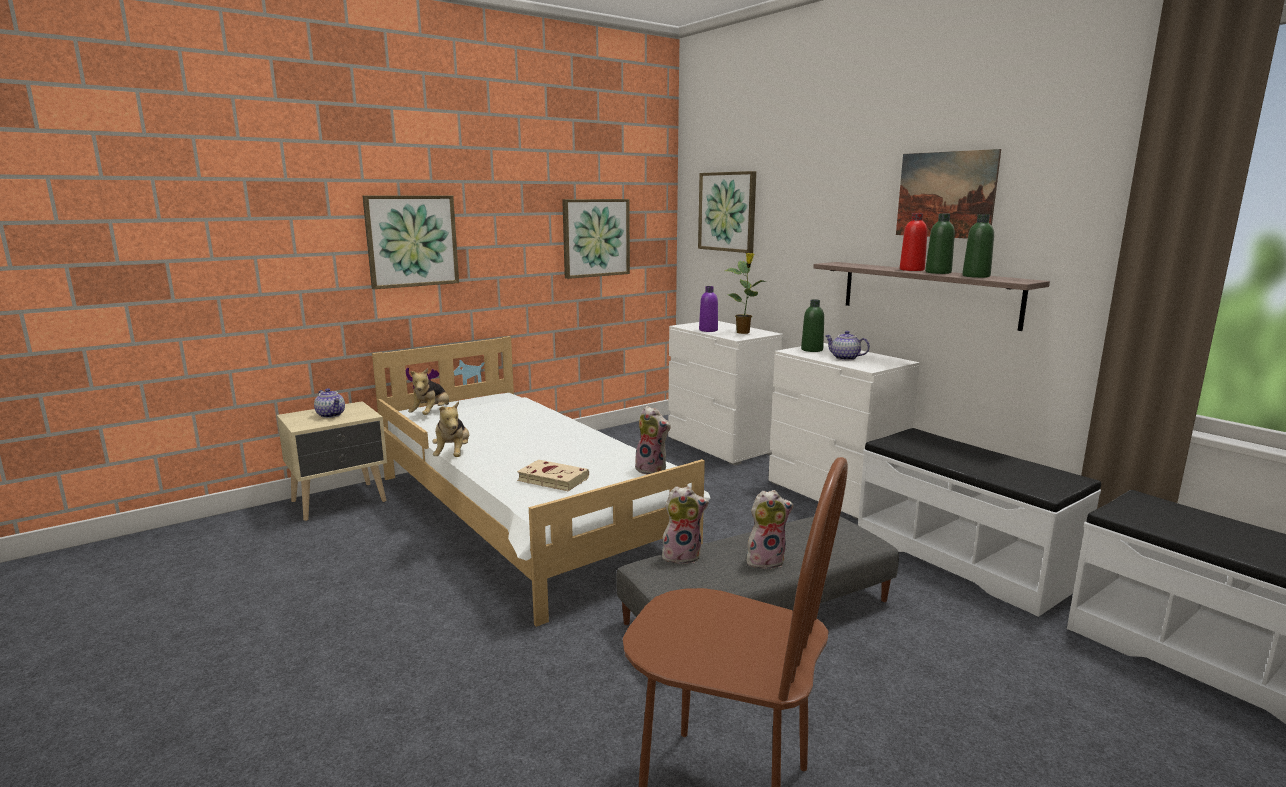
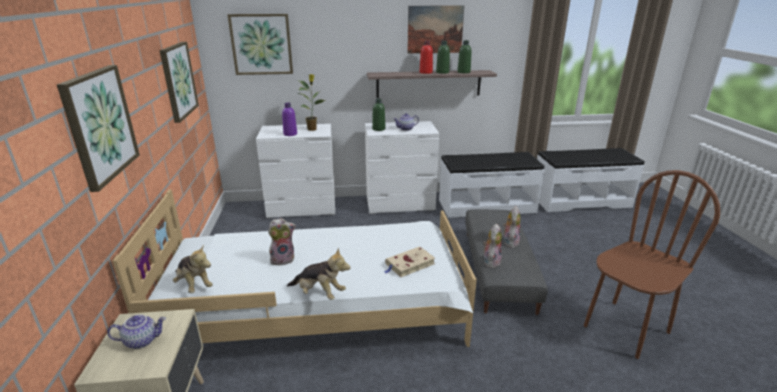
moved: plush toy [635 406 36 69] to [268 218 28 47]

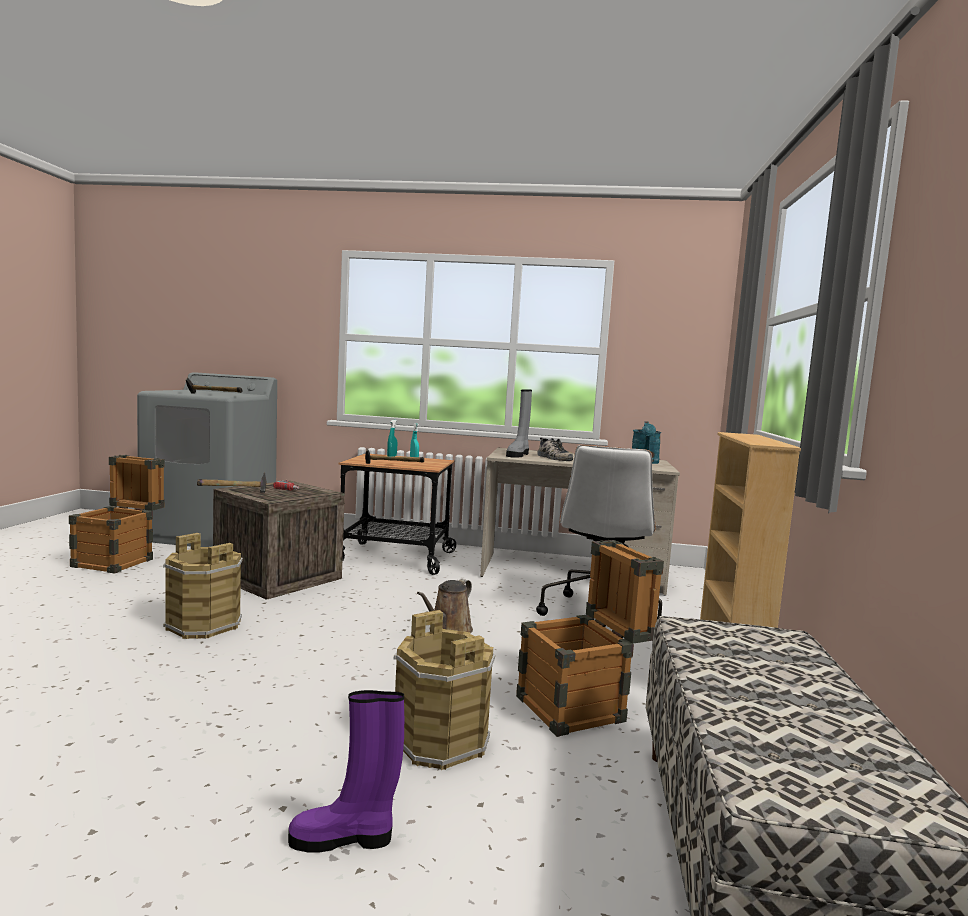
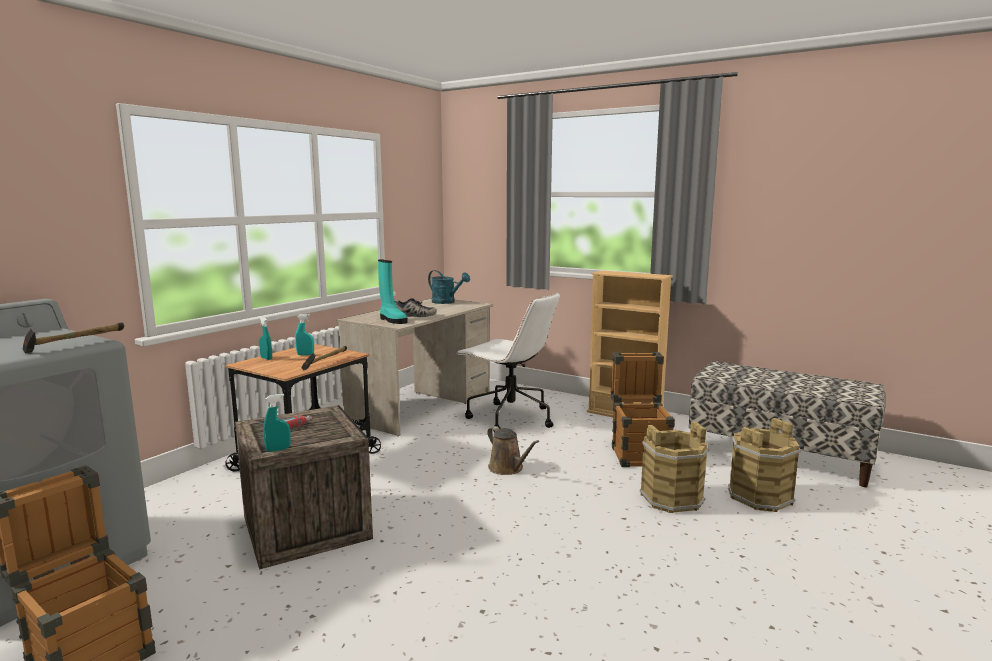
removed: purple boot [288 690 116 163]
moved: brown bucket [163 533 80 106] to [728 418 73 94]
replaced: hammer [197 472 70 21] to turquoise spray bottle [263 394 27 58]
recoloured: grey boot [506 389 26 69] to turquoise boot [378 259 30 65]

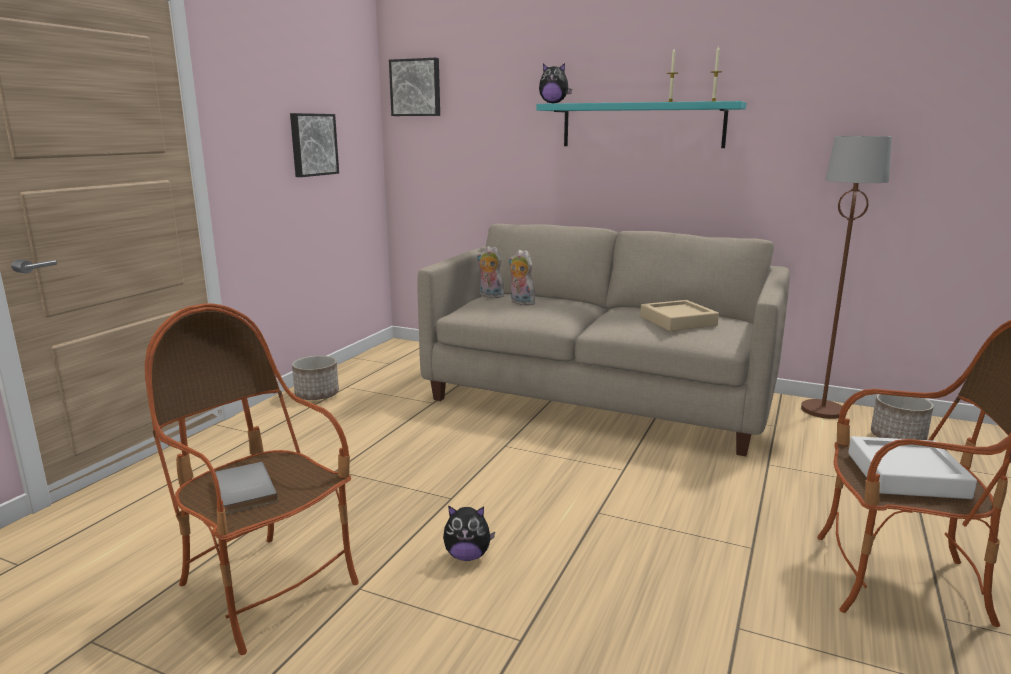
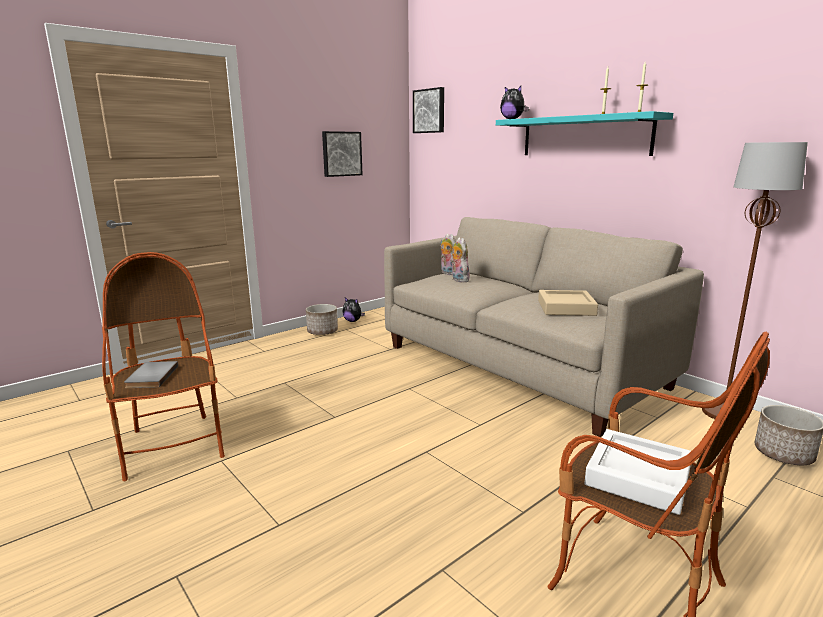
moved: plush toy [443 506 52 55] to [343 297 22 25]

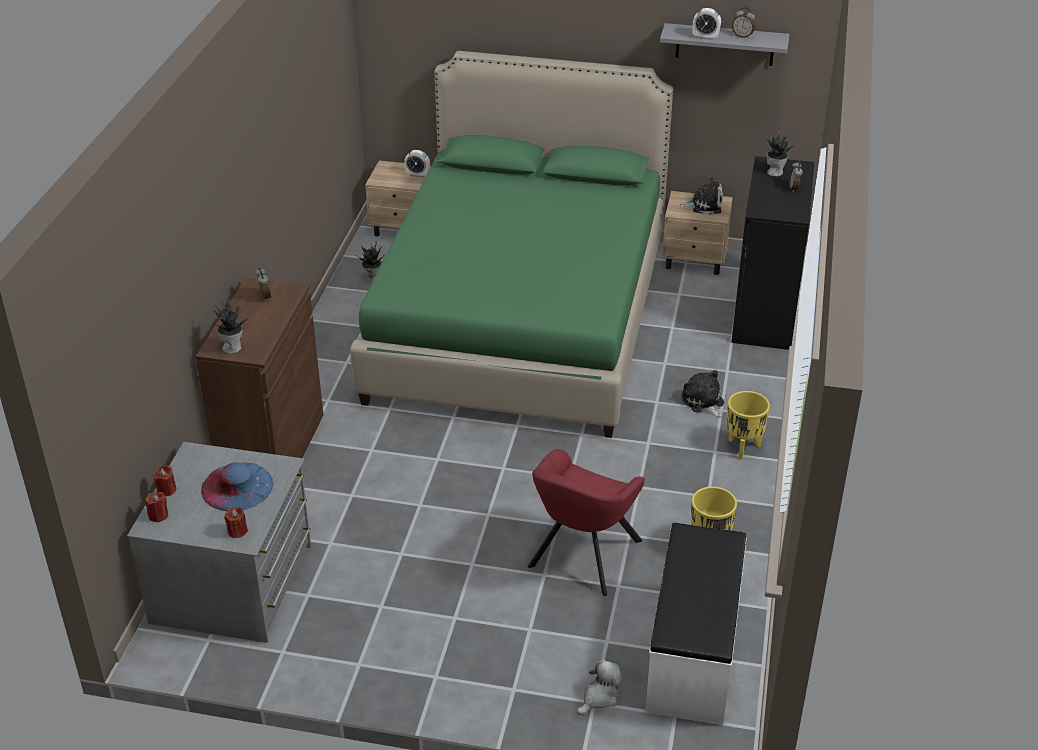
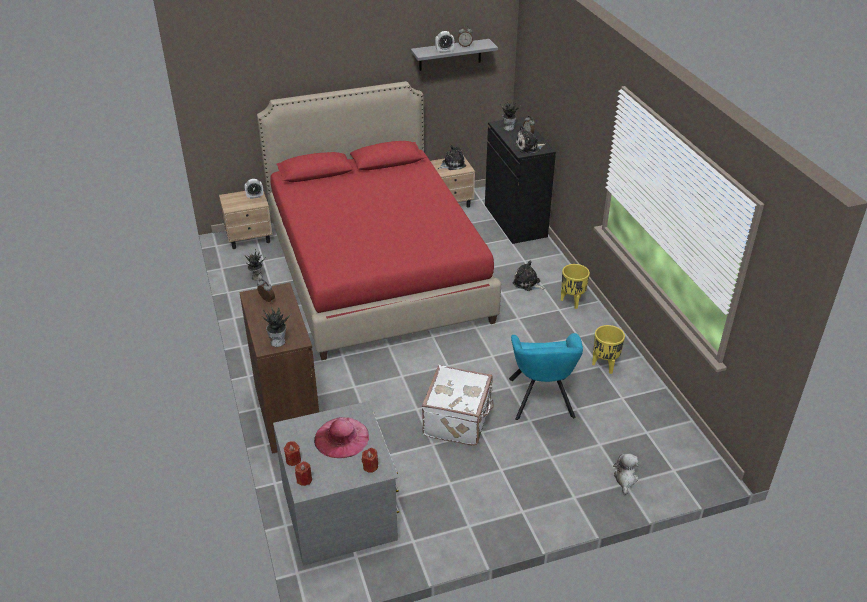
removed: white bench [645 523 102 202]
added: white suitcase [422 365 72 81]; plush toy [515 125 31 29]
recoloured: blue hat [201 462 72 49] to pink hat [314 417 55 41]; green bed [350 51 323 387] to red bed [257 81 244 279]; red armchair [528 449 117 147] to turquoise armchair [509 333 74 87]

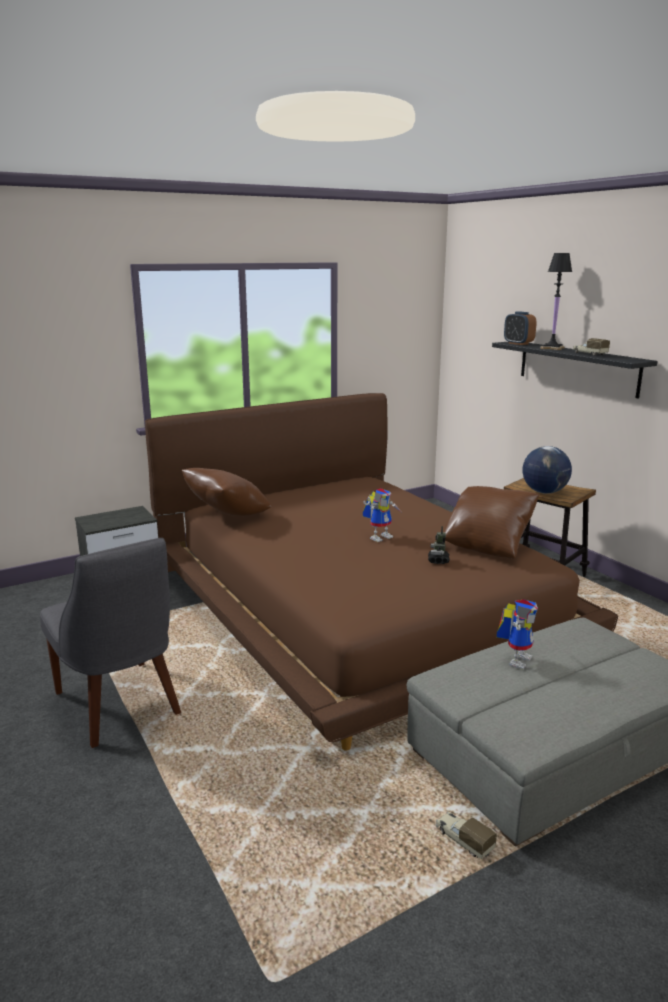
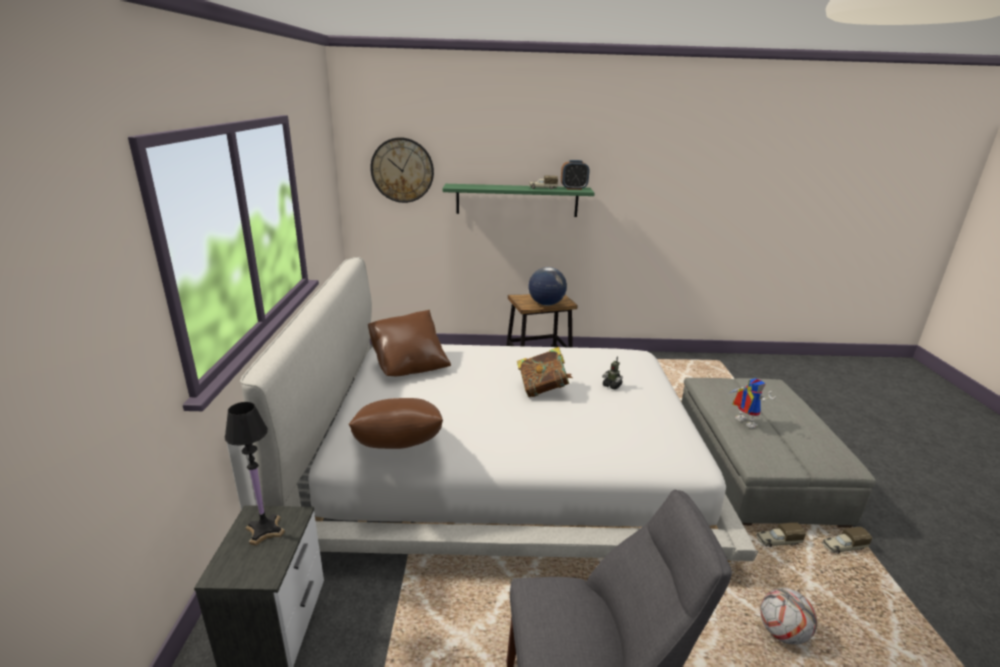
added: wall clock [370 137 64 66]; toy truck [756 522 50 25]; football [760 588 57 57]
moved: brown pillow [443 486 97 73] to [368 310 83 66]; alarm clock [504 311 33 34] to [561 160 28 30]; black table lamp [540 253 32 97] to [225 402 60 144]
replaced: toy robot [363 488 38 54] to book [517 347 56 50]
recoloured: brown bed [145 393 473 357] to white bed [240 257 518 305]; black shelf [492 342 166 57] to green shelf [443 184 152 33]

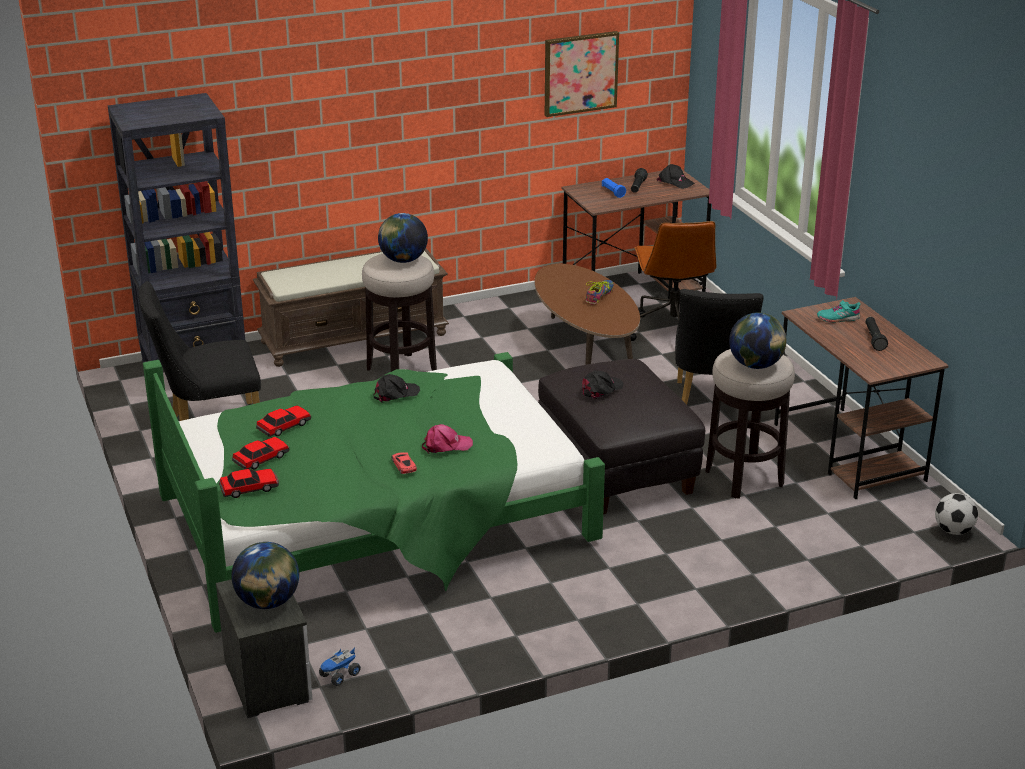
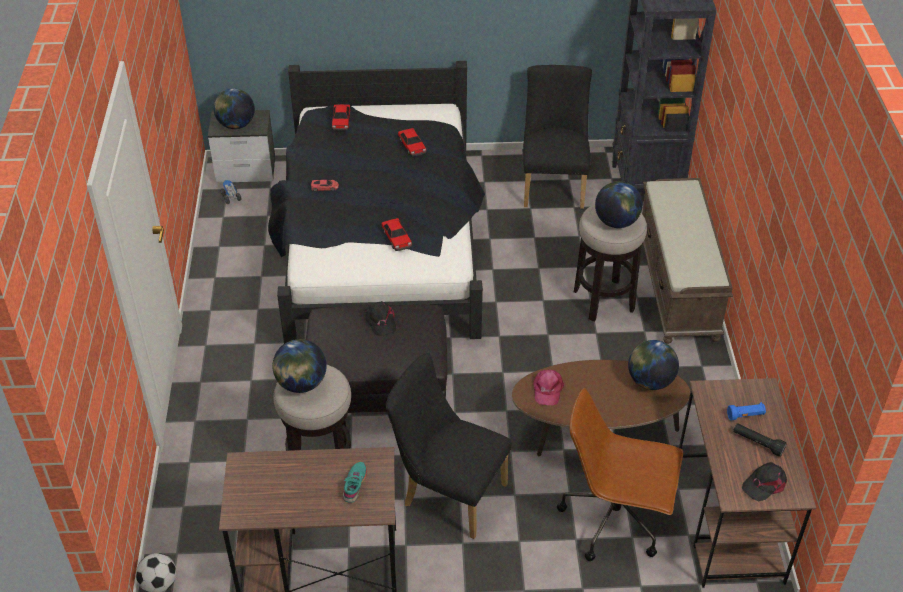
removed: black cap [374 374 46 29]; picture [545 31 74 86]; shoe [586 280 28 25]; black flashlight [865 317 23 34]
added: globe [628 340 51 50]
moved: toy car [232 437 57 32] to [381 218 31 33]; pink cap [422 424 51 30] to [533 370 31 35]
recoloured: green bed [143 352 462 281] to black bed [268 61 217 283]

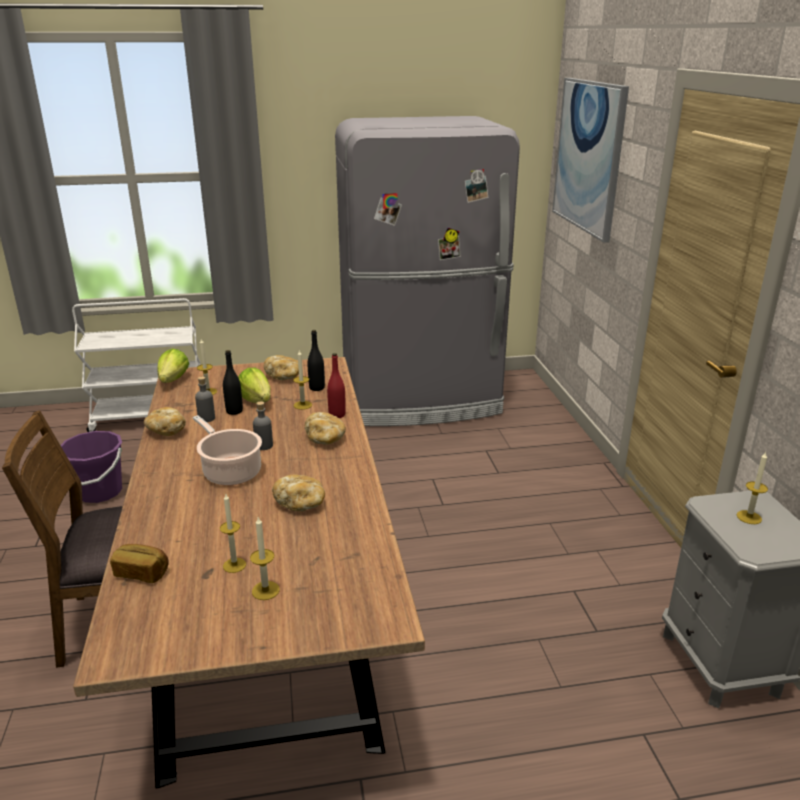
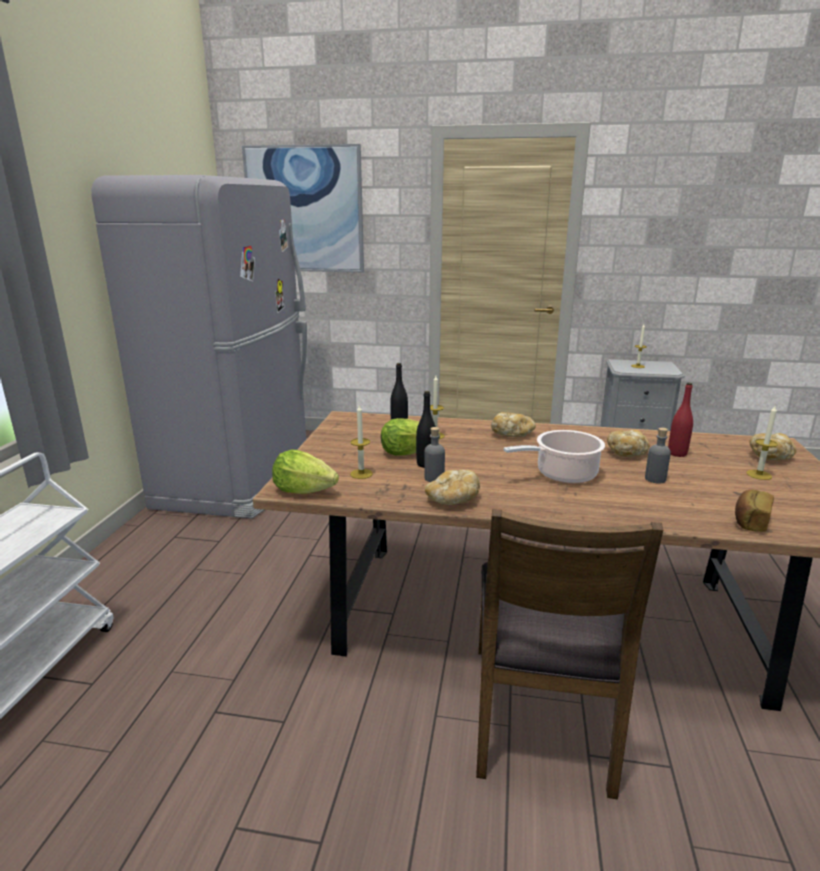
removed: purple bucket [60 431 62 72]; candle [220 494 26 79]
moved: grey bottle [253 402 20 48] to [645 428 26 56]; bread [264 355 35 25] to [749 433 48 27]; red bottle [327 353 19 65] to [668 383 25 74]

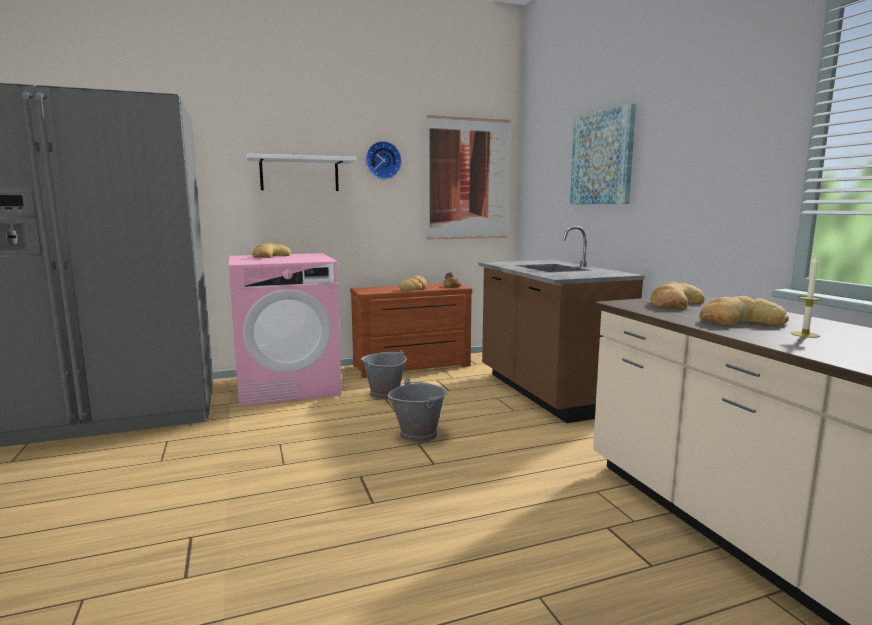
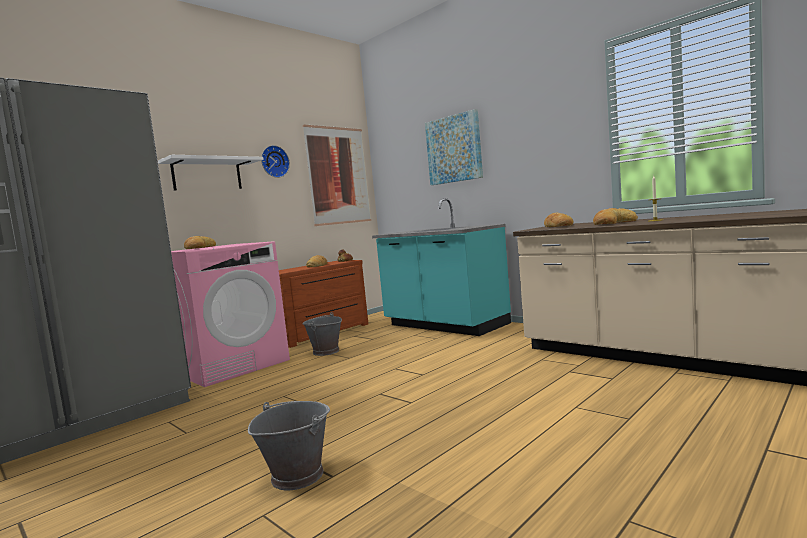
moved: grey bucket [388 379 59 64] to [248 401 82 89]
recoloured: brown counter [479 226 166 197] to turquoise counter [372 198 139 138]

